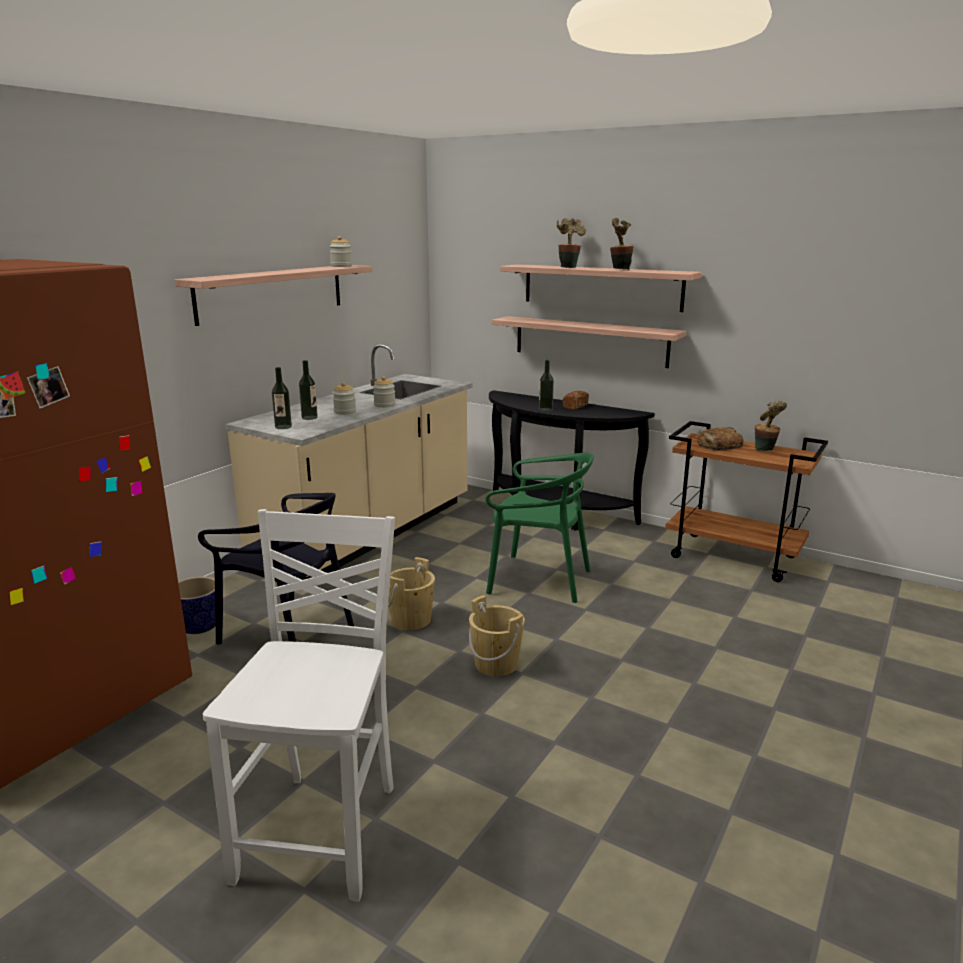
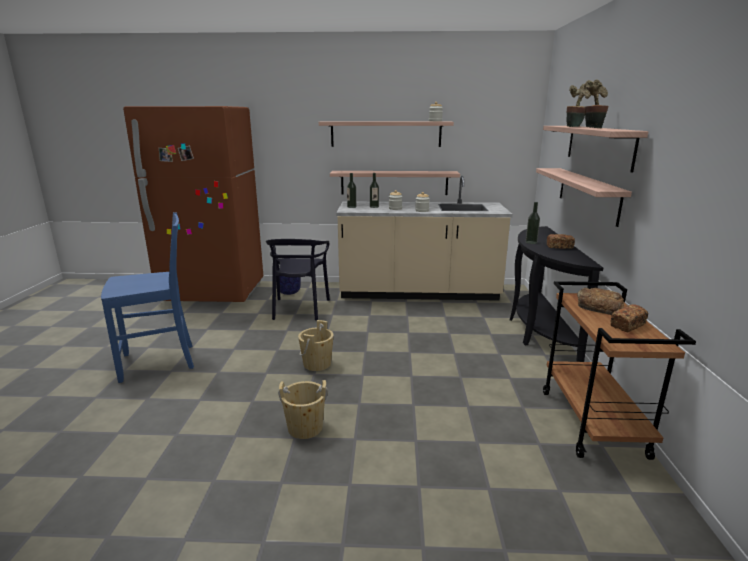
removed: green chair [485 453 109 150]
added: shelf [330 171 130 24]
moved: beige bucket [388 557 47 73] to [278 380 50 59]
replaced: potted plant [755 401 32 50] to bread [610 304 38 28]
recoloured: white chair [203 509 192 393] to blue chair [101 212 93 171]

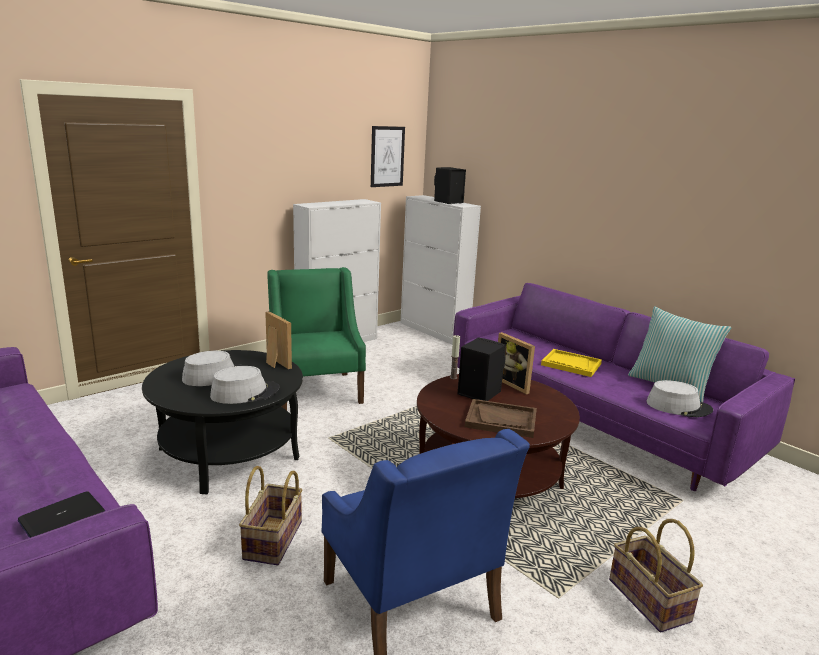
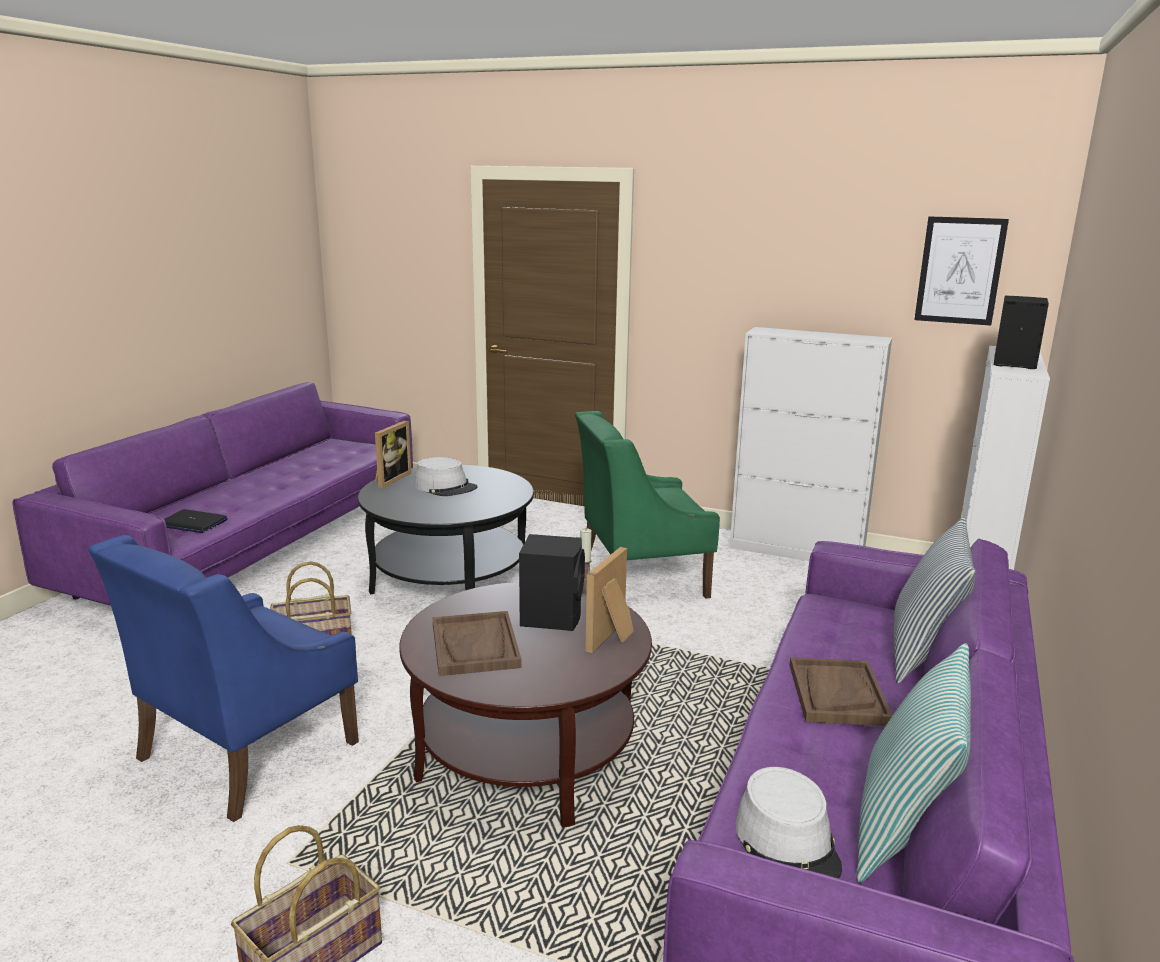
removed: grey hat [210 366 70 38]
added: pillow [894 517 82 167]
moved: picture frame [265 311 27 58] to [375 420 36 68]
recoloured: yellow tray [541 349 61 28] to brown tray [790 657 103 69]
turned: green armchair [267 267 99 143] = [575 411 145 188] 150 degrees counterclockwise

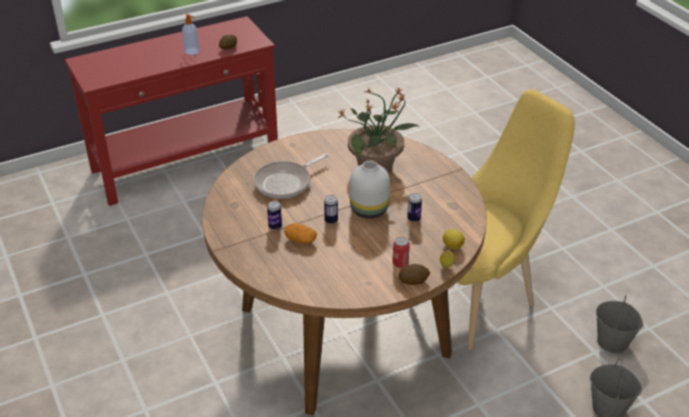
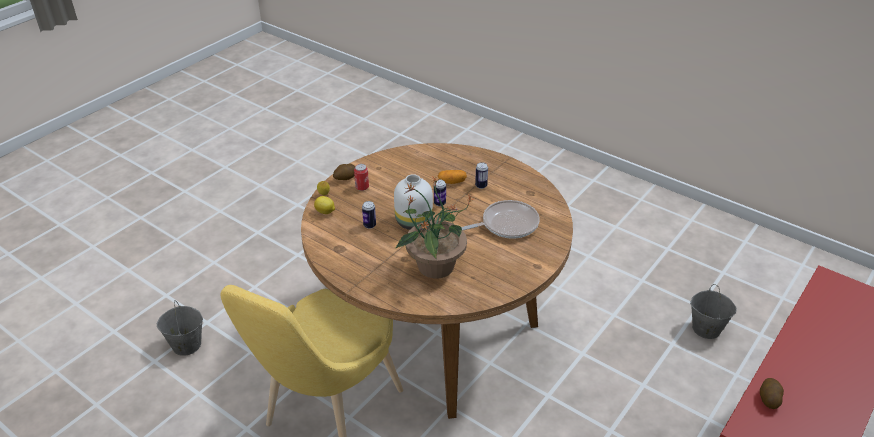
removed: soap dispenser [182 14 17 41]
moved: grey bucket [596 295 47 58] to [690 284 47 55]
turned: frying pan [254 153 75 45] = [461 200 79 39] 45 degrees clockwise

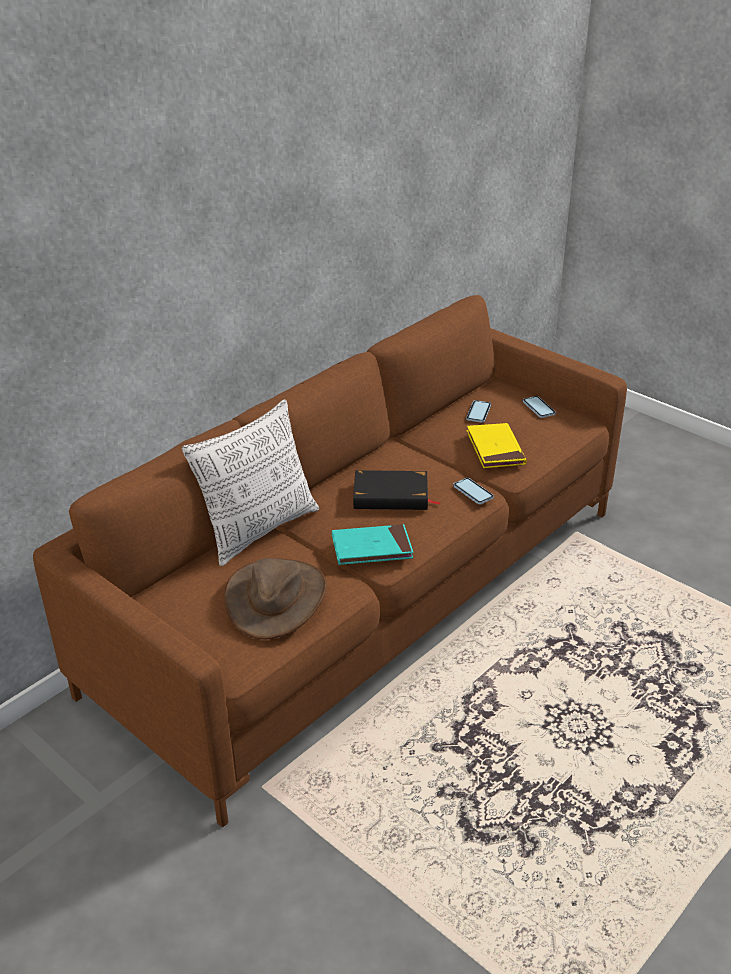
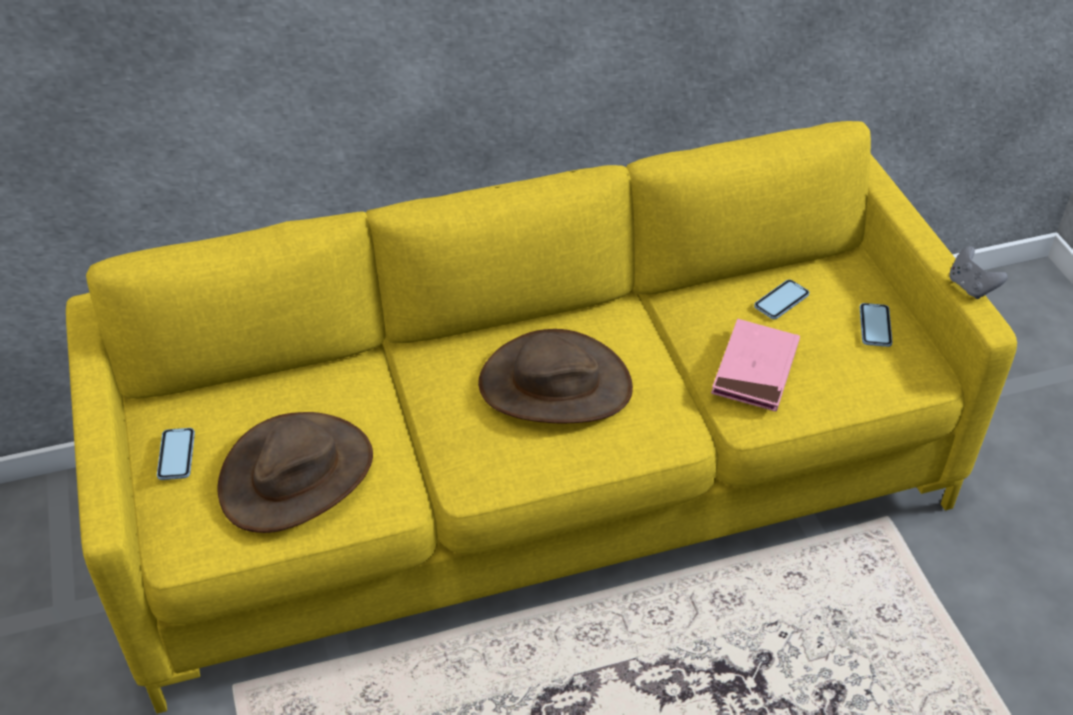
removed: pillow [182 399 137 167]; turquoise book [332 524 81 41]
added: grey game controller [949 246 59 53]
moved: phone [453 478 41 26] to [157 428 38 52]
replaced: black book [353 470 88 40] to brown hat [478 329 155 95]
recoloured: brown sofa [33 295 594 532] to yellow sofa [66 121 951 593]; yellow book [467 423 60 45] to pink book [711 319 89 92]

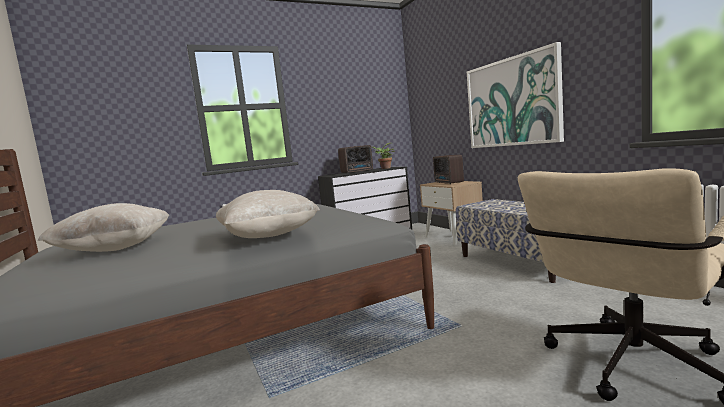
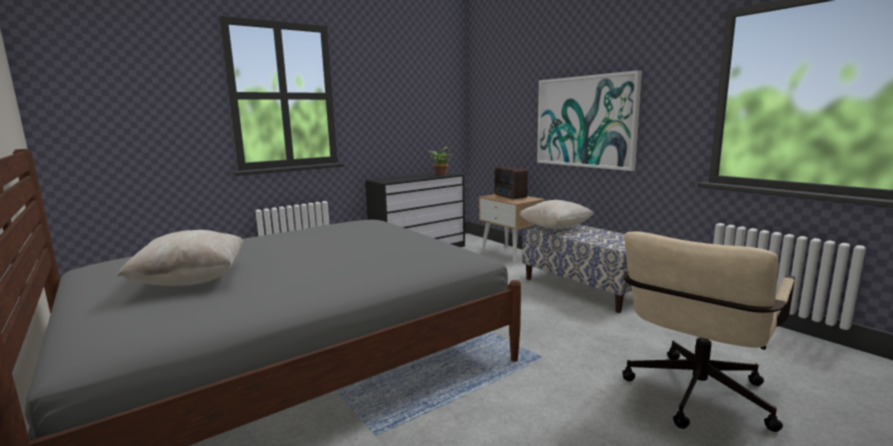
removed: radio [338 145 35 28]
moved: beige pillow [216 190 104 48] to [519 200 75 29]

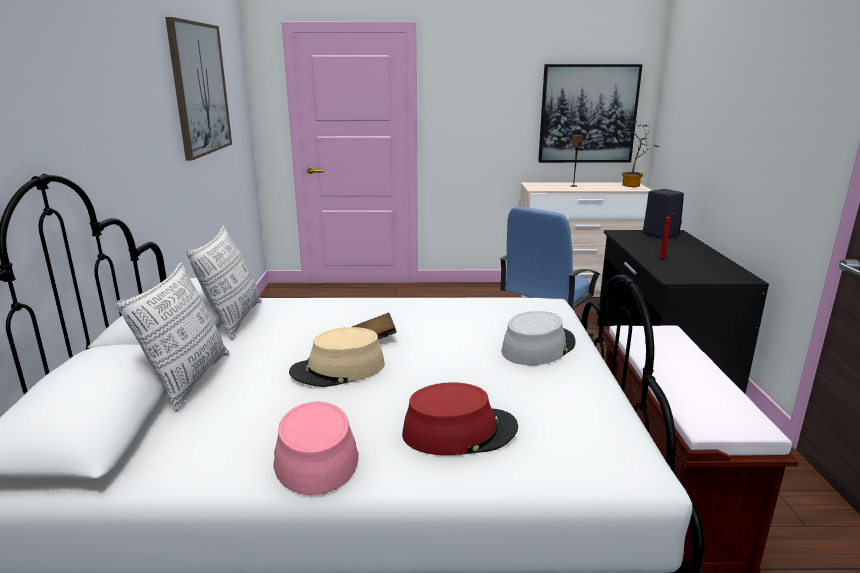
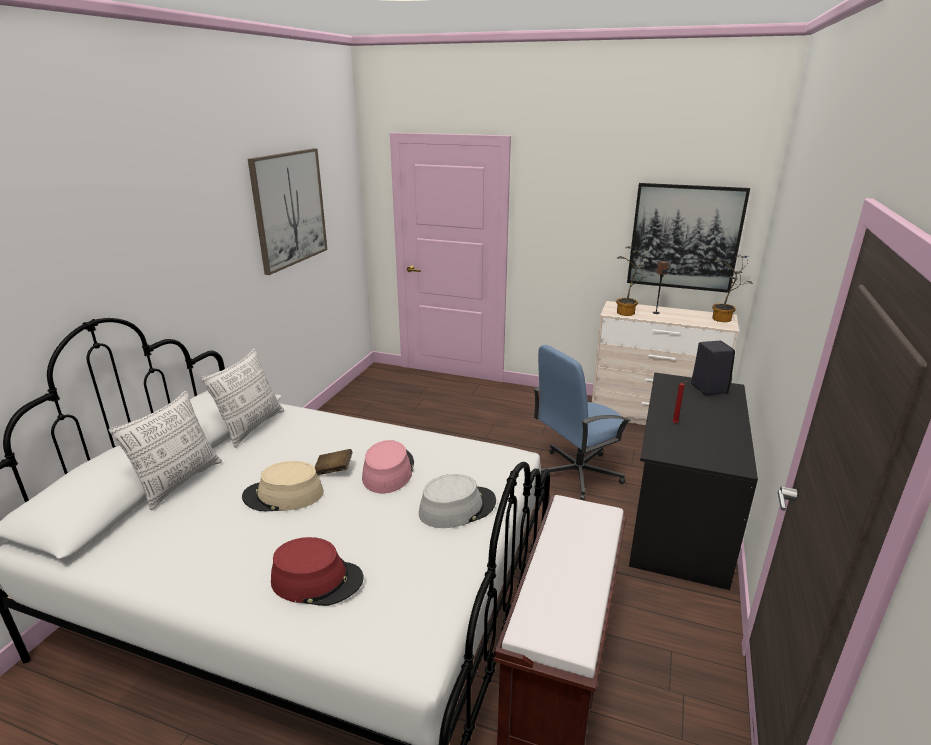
added: potted plant [616 246 38 70]
moved: pink hat [273 402 86 93] to [362 440 52 53]

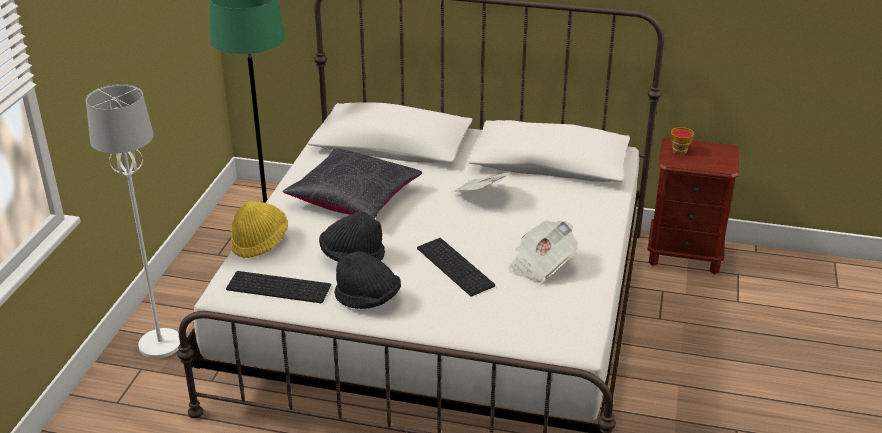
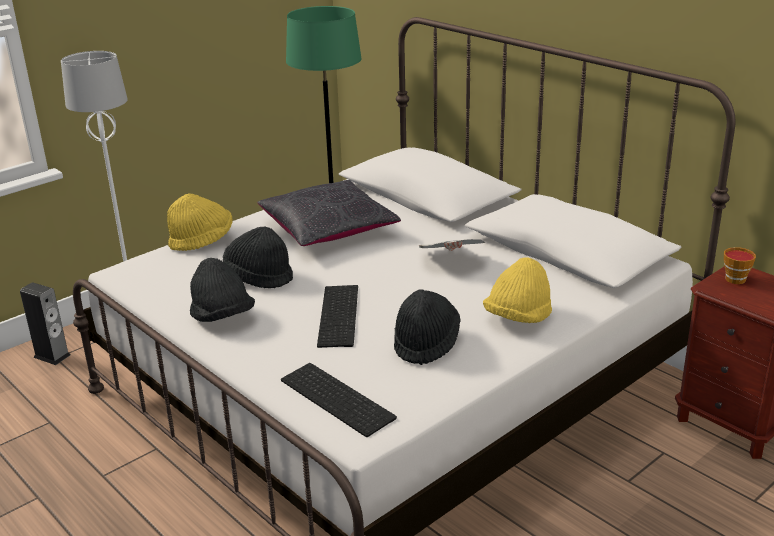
added: speaker [20 282 51 83]; yellow hat [483 257 69 66]
moved: keyboard [226 271 105 32] to [281 363 116 74]
replaced: newspaper [508 220 70 62] to black hat [394 289 66 76]

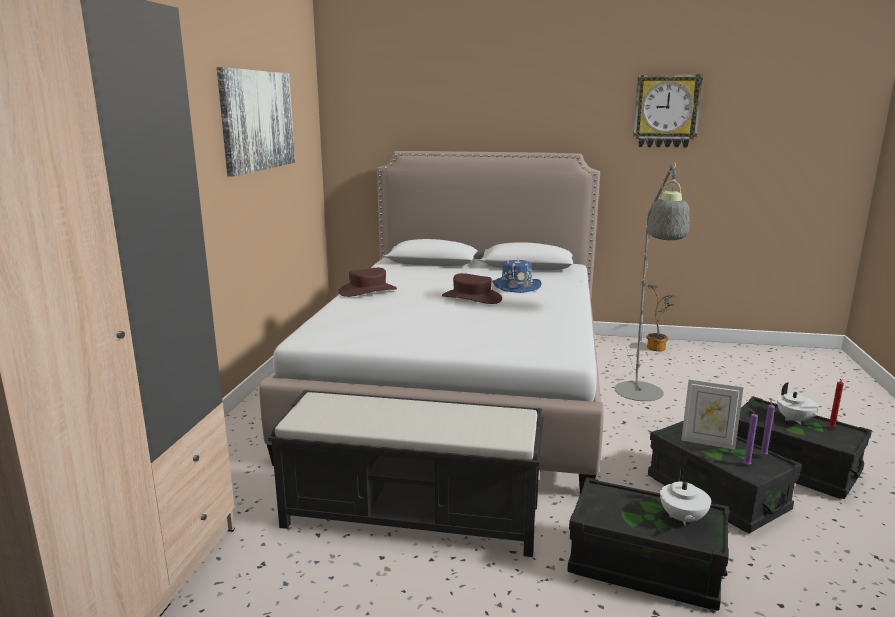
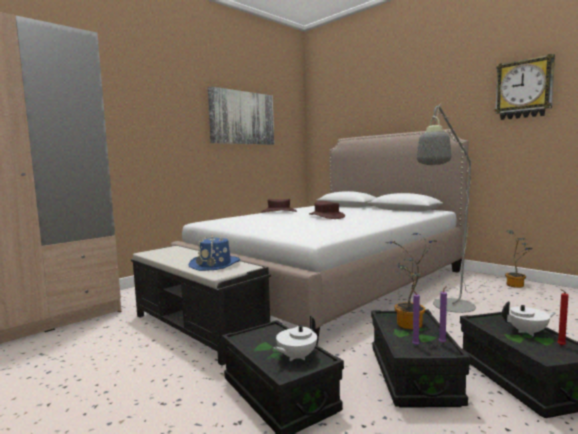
moved: blue hat [492 258 49 35] to [189 235 51 36]
replaced: picture frame [681 380 62 70] to potted plant [385 233 52 96]
turned: white teapot [777 382 42 43] = [502 301 55 35] 120 degrees counterclockwise

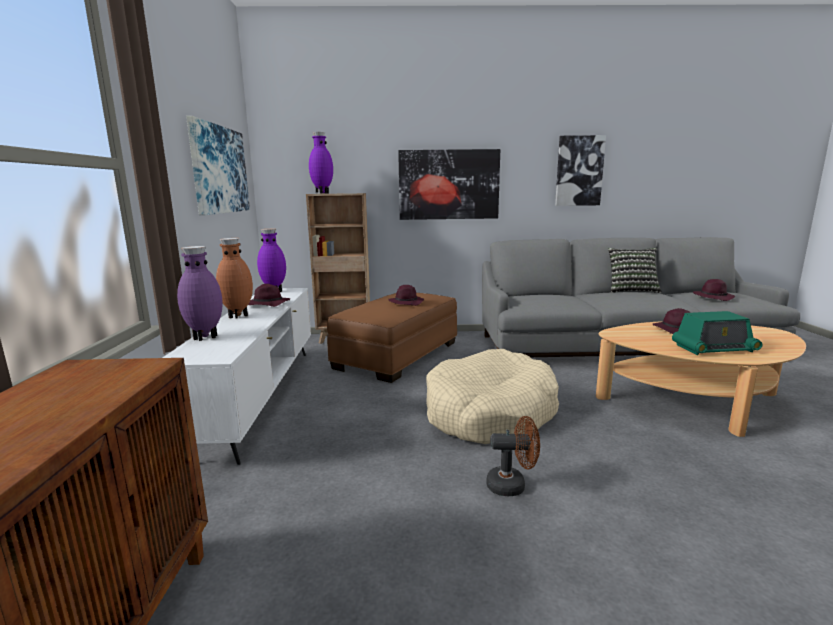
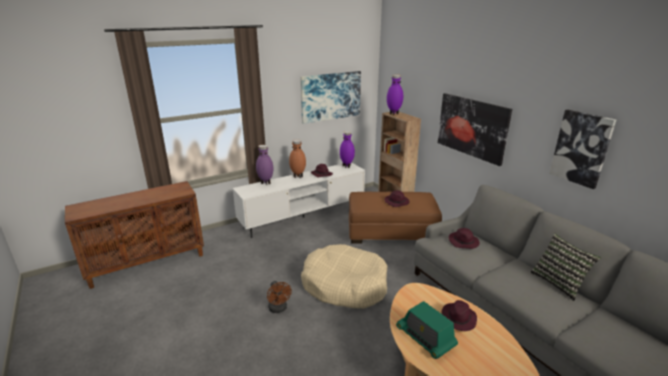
moved: purple hat [693 279 42 22] to [449 228 31 21]

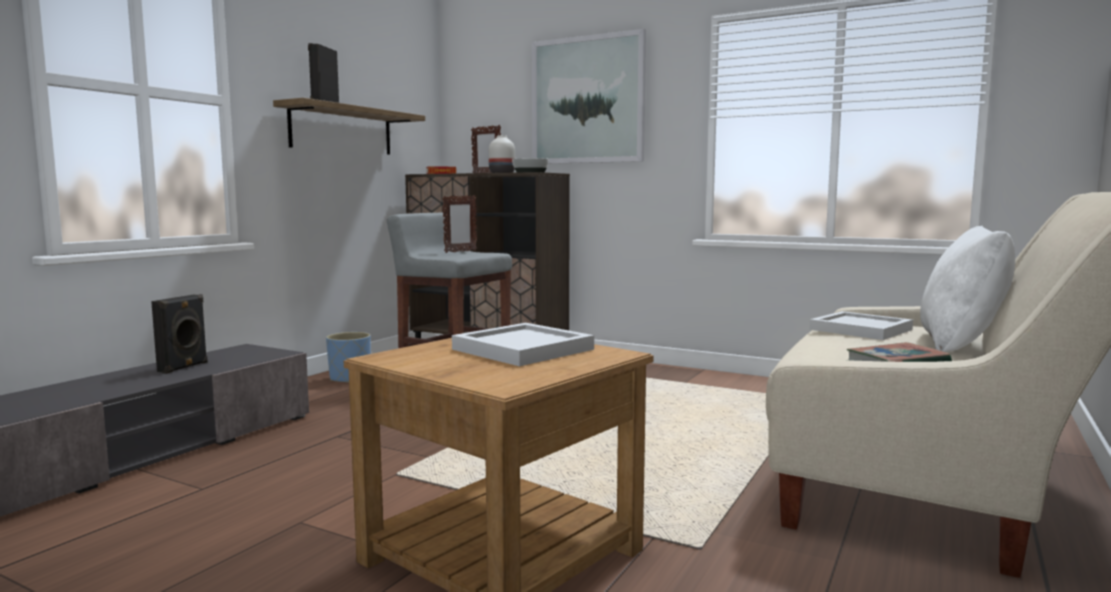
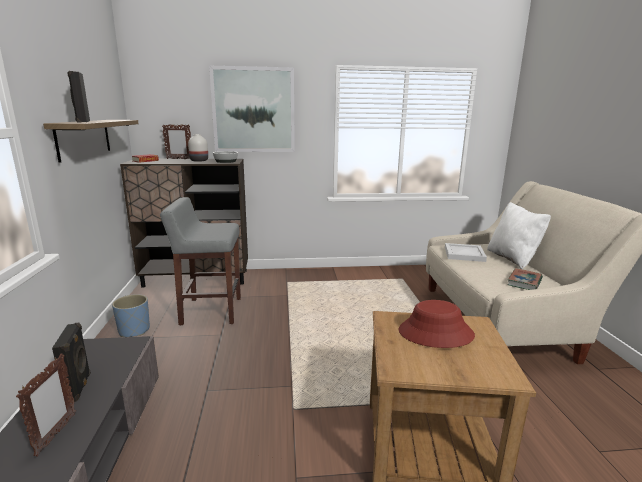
moved: picture frame [442 195 35 58] to [16 354 60 103]
replaced: white tray [452 323 142 43] to red hat [399 300 76 48]

